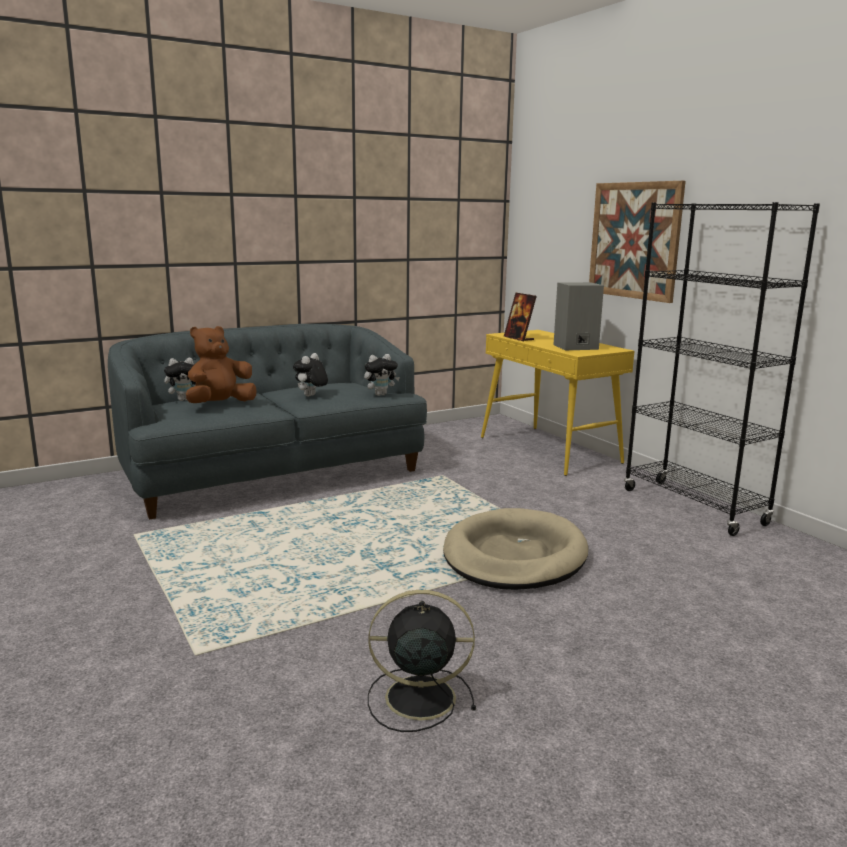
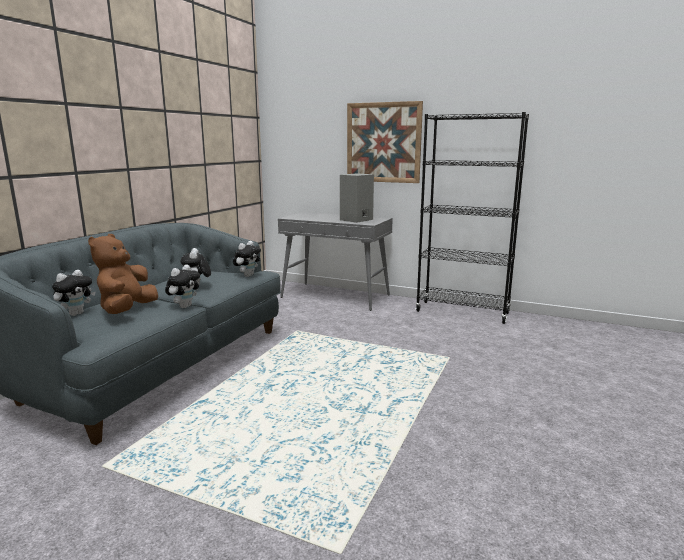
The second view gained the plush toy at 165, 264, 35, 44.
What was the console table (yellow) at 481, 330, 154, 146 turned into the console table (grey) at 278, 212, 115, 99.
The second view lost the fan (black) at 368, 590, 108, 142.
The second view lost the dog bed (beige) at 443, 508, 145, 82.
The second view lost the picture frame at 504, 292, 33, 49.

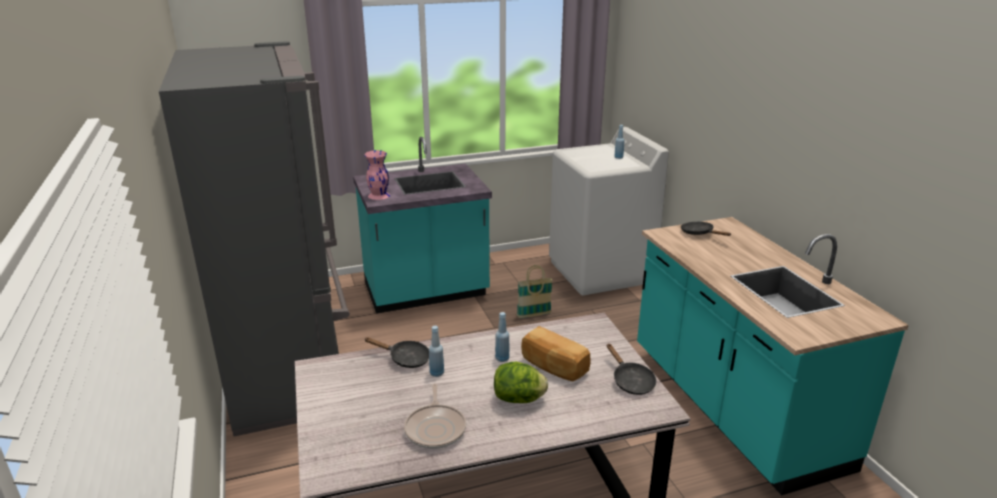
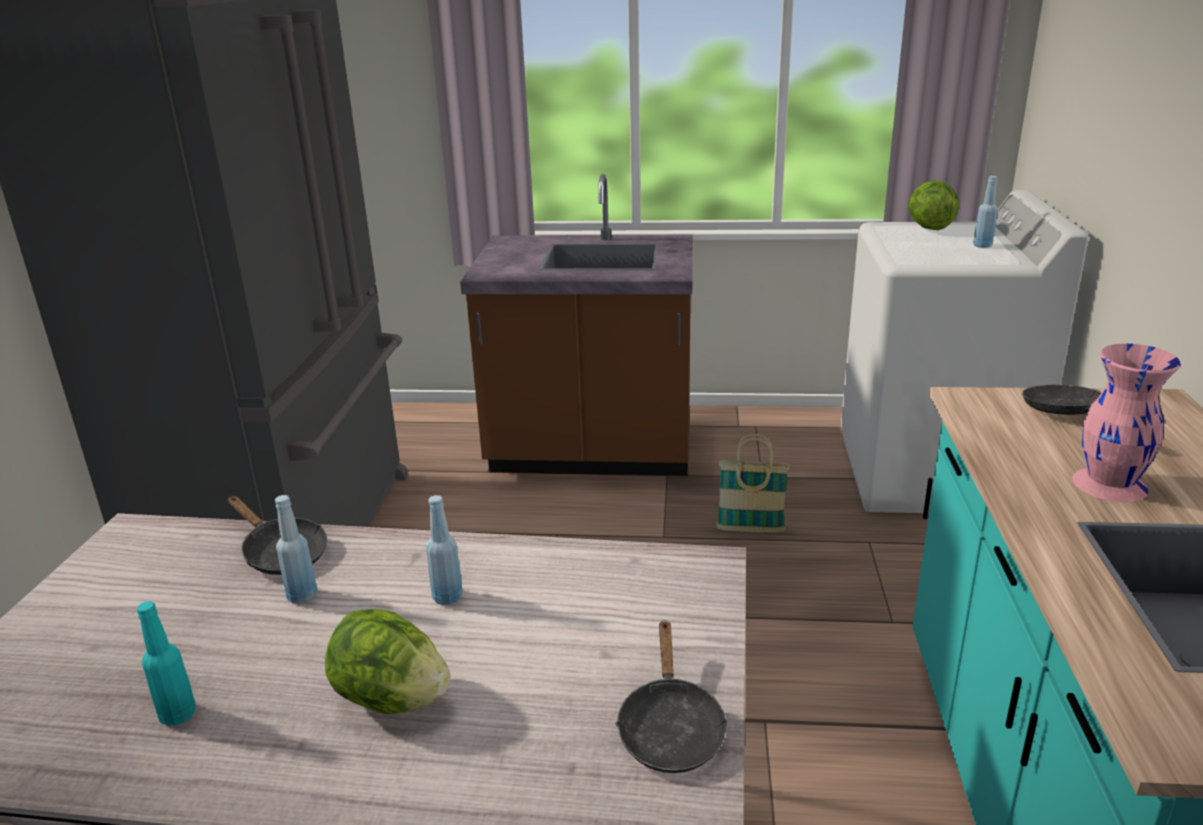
Where the frying pan stood at 404, 384, 62, 65, the bottle (turquoise) came to stand at 137, 601, 59, 125.
What was the counter (turquoise) at 353, 137, 139, 176 turned into the counter (brown) at 460, 174, 233, 302.
The second view gained the lettuce at 908, 180, 52, 50.
The vase (pink) ended up elsewhere, having gone from 365, 150, 25, 50 to 1072, 344, 109, 158.
The second view lost the bread at 521, 326, 70, 55.

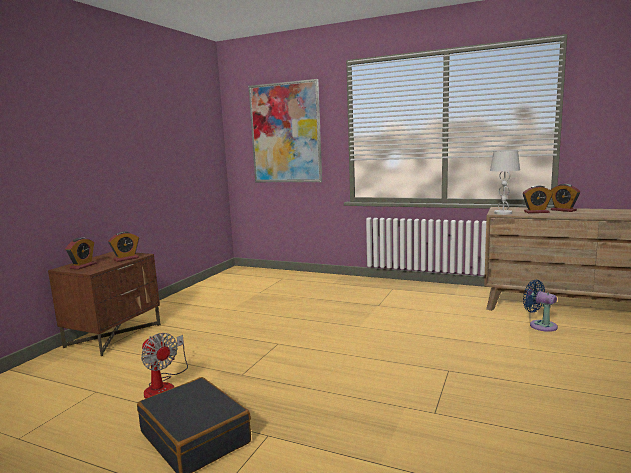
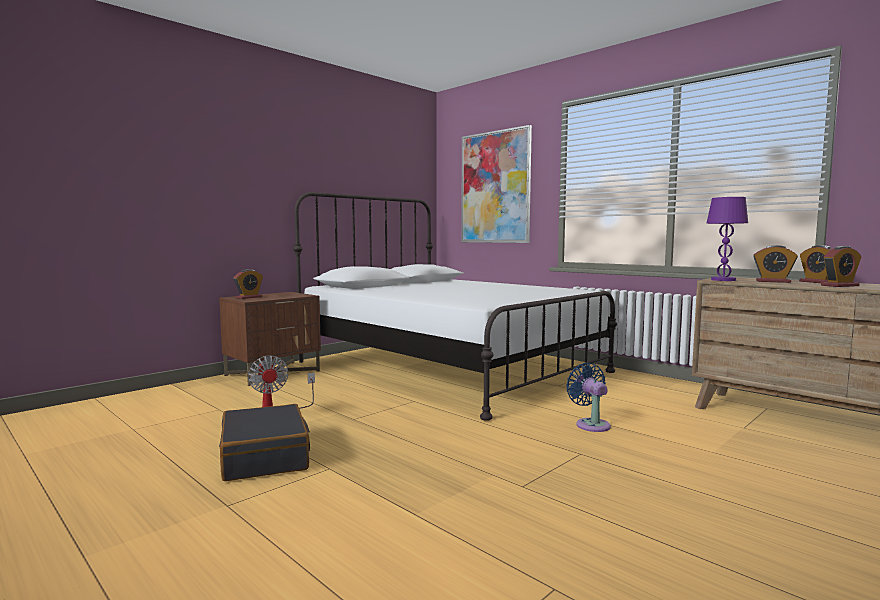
The second view gained the bed (white) at 293, 192, 324, 229.
The fan (blue) ended up elsewhere, having gone from 523, 280, 35, 52 to 566, 363, 45, 69.
What was the table lamp (white) at 490, 150, 30, 65 turned into the table lamp (purple) at 706, 197, 42, 84.
The alarm clock ended up elsewhere, having gone from 108, 231, 31, 31 to 821, 246, 41, 41.

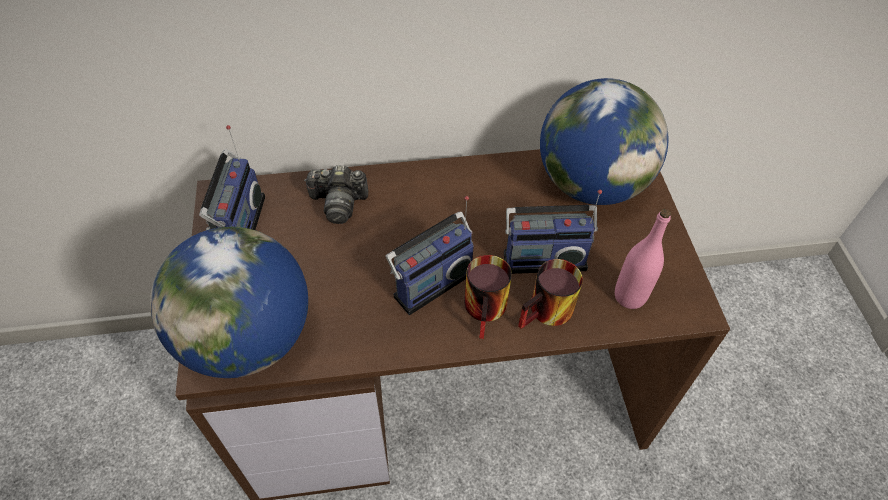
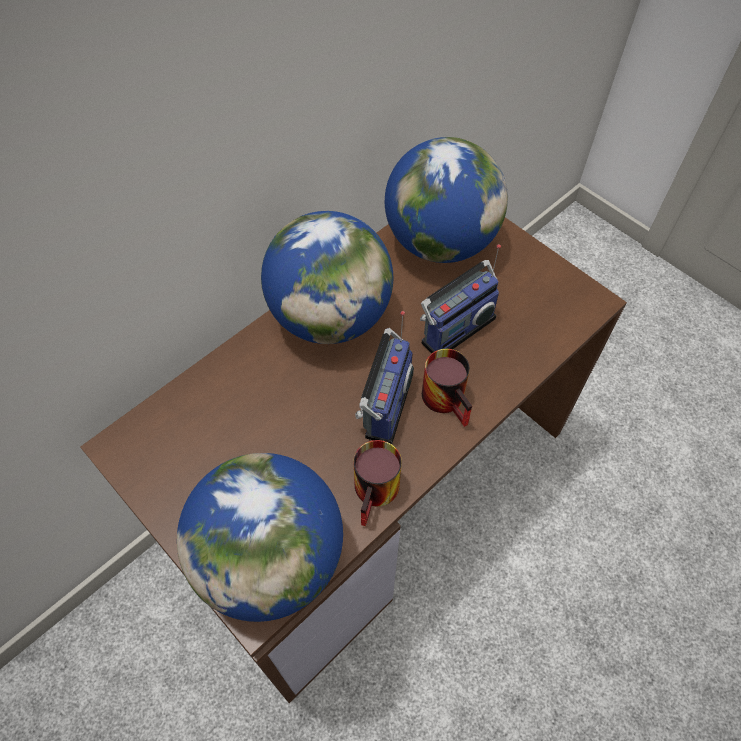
The second view gained the globe at 261, 211, 132, 133.
The mug ended up elsewhere, having gone from 518, 259, 65, 70 to 353, 440, 49, 86.
The second view lost the radio at 199, 125, 66, 106.
The second view lost the photo camera at 304, 165, 64, 59.
The second view lost the bottle (pink) at 615, 209, 56, 100.

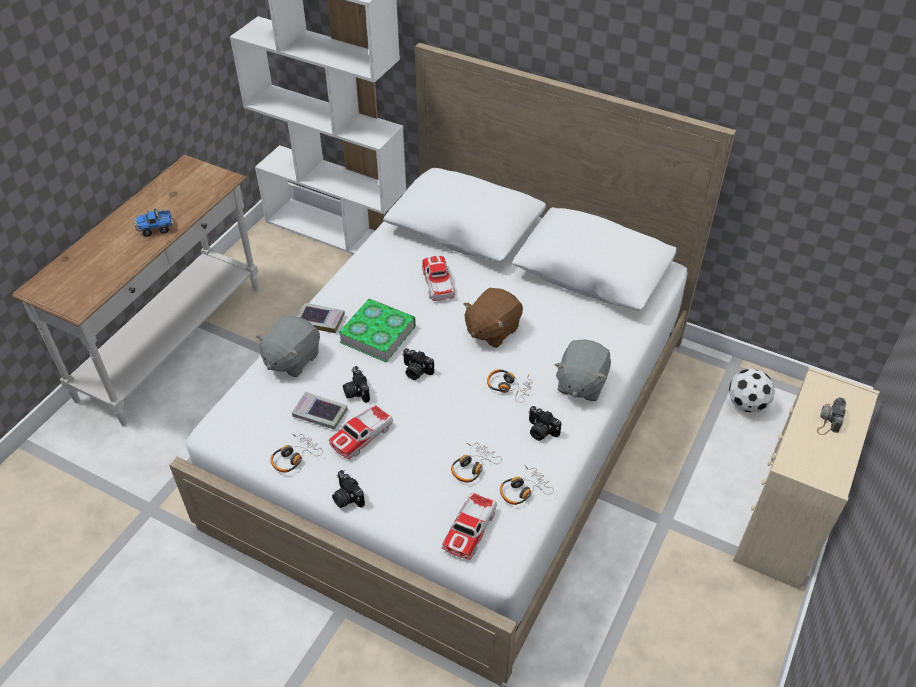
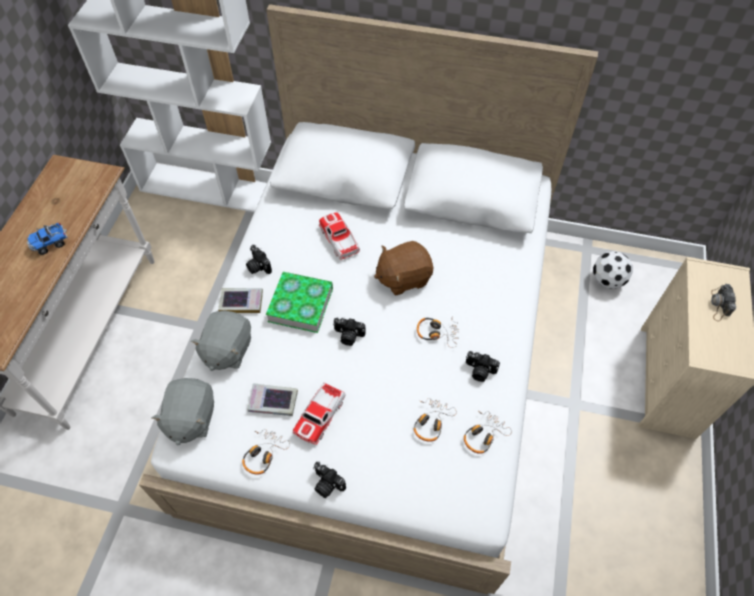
The plush toy (grey) ended up elsewhere, having gone from 555, 339, 56, 62 to 151, 378, 63, 68.
The photo camera ended up elsewhere, having gone from 343, 366, 27, 37 to 246, 245, 26, 29.
The plush toy (brown) at 463, 288, 60, 60 ended up facing another way, 45 degrees clockwise from before.
The second view lost the toy car at 442, 493, 55, 67.

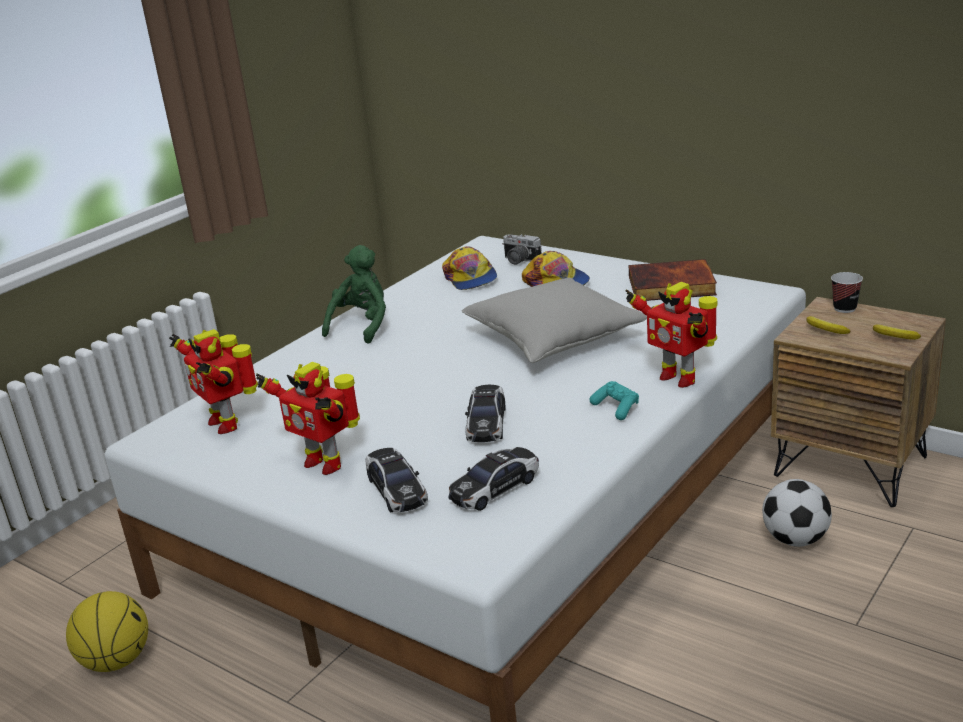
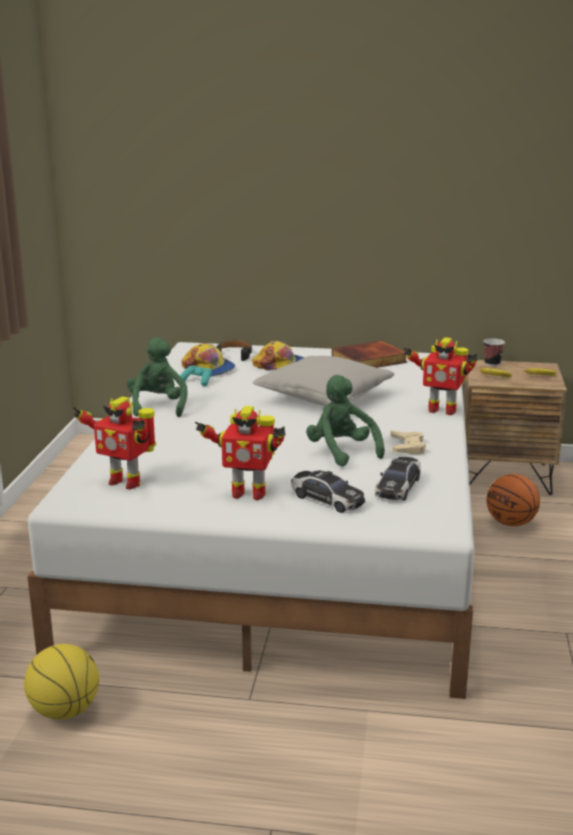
The game controller (turquoise) ended up elsewhere, having gone from 590, 381, 49, 39 to 180, 366, 32, 20.
Where the photo camera stood at 502, 234, 40, 31, the headphones (black) came to stand at 216, 340, 36, 21.
Where the toy car stood at 465, 385, 40, 57, the plush toy (green) came to stand at 306, 375, 79, 92.
The second view gained the game controller (beige) at 391, 431, 35, 23.
Where the football stood at 762, 479, 70, 68, the basketball came to stand at 487, 474, 53, 52.

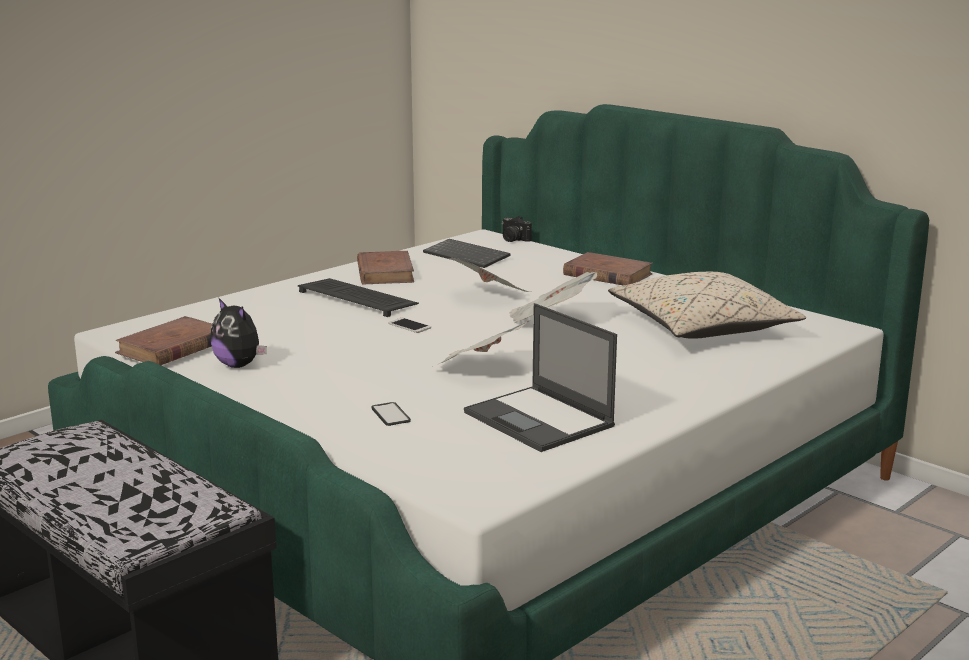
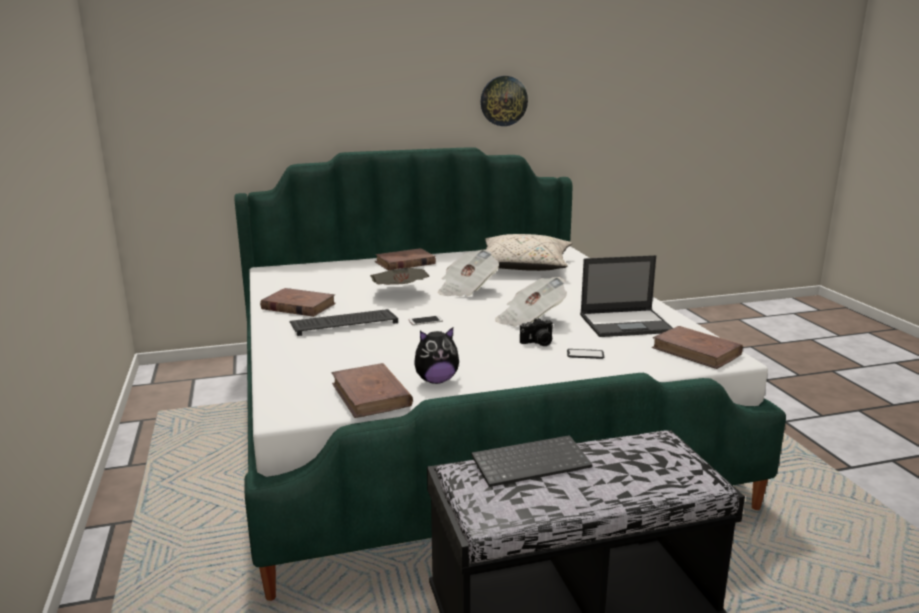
The keyboard ended up elsewhere, having gone from 423, 239, 87, 29 to 471, 435, 122, 52.
The second view gained the wall clock at 481, 76, 47, 50.
The photo camera ended up elsewhere, having gone from 502, 216, 30, 26 to 520, 318, 33, 28.
The second view gained the book (brown) at 652, 326, 91, 43.

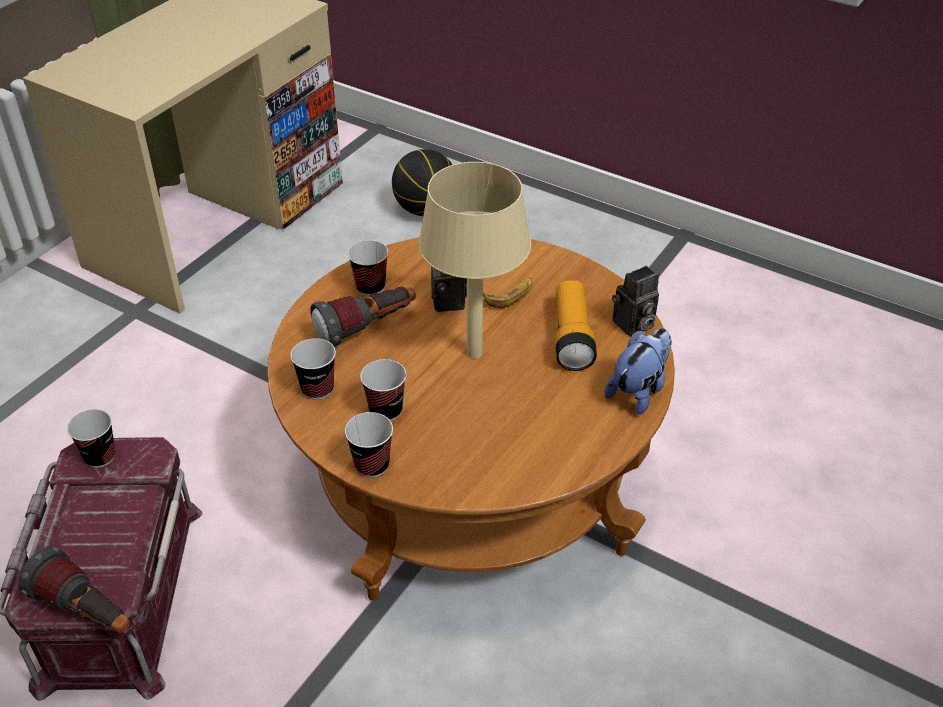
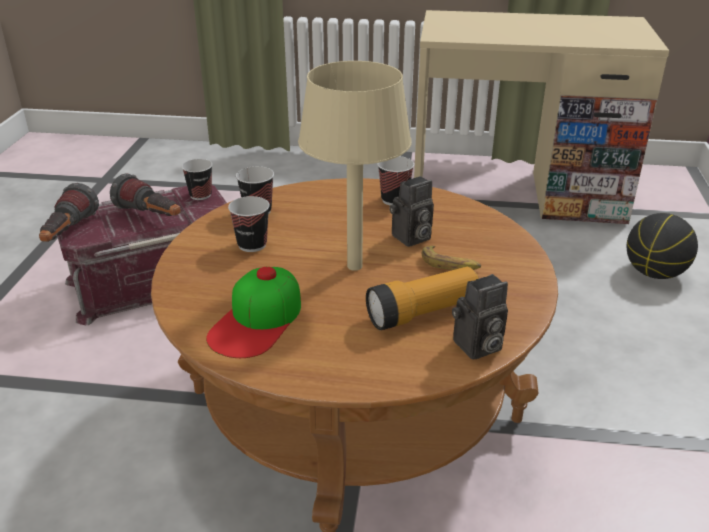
The flashlight ended up elsewhere, having gone from 310, 287, 106, 62 to 110, 173, 71, 43.
The second view gained the cap at 206, 267, 95, 91.
The photo camera at 612, 266, 47, 71 ended up facing another way, 60 degrees counterclockwise from before.
The second view lost the cup at 345, 412, 48, 66.
The second view lost the plush toy at 605, 328, 67, 87.

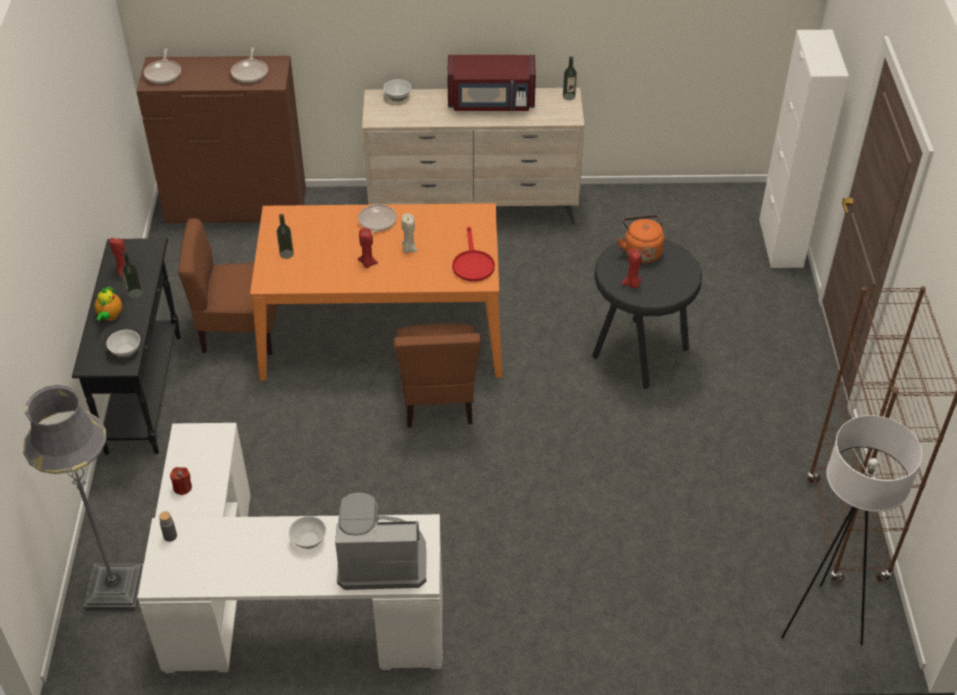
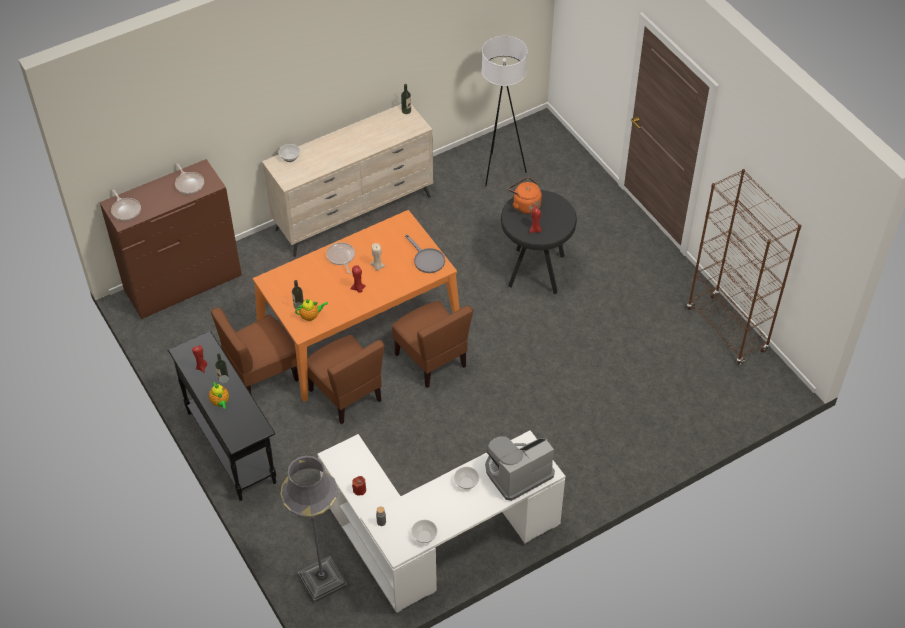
The second view gained the teapot at 295, 299, 33, 22.
The second view gained the chair (brown) at 307, 335, 77, 89.
What was the frying pan (red) at 452, 227, 43, 55 turned into the frying pan (grey) at 405, 234, 40, 39.
The bowl ended up elsewhere, having gone from 106, 330, 34, 28 to 411, 520, 26, 23.
The floor lamp (white) ended up elsewhere, having gone from 781, 415, 142, 230 to 482, 36, 46, 150.
The second view lost the microwave (red) at 447, 55, 89, 56.
The second view lost the cabinet (white) at 759, 30, 90, 238.

